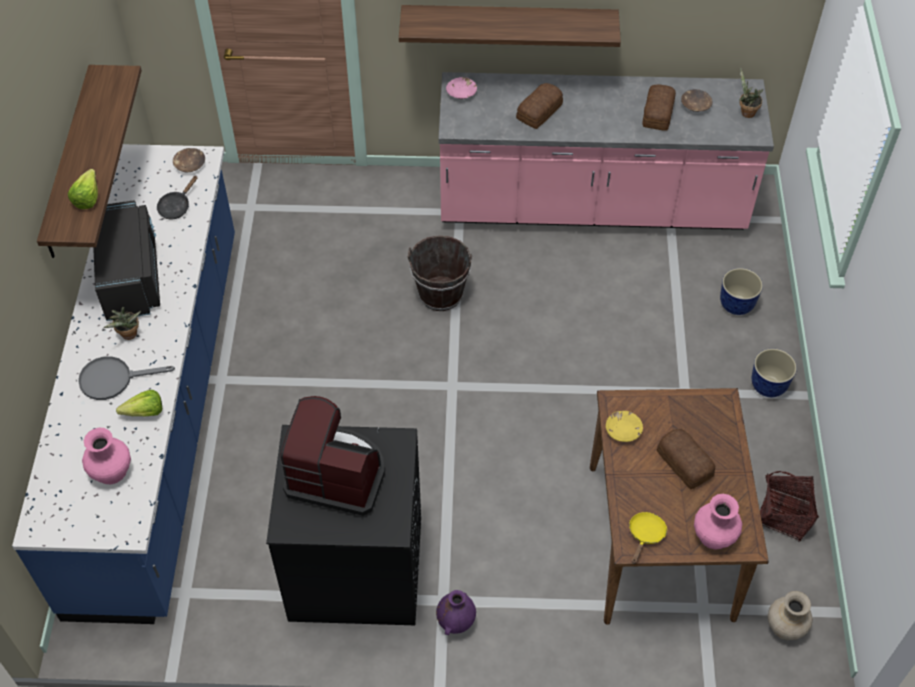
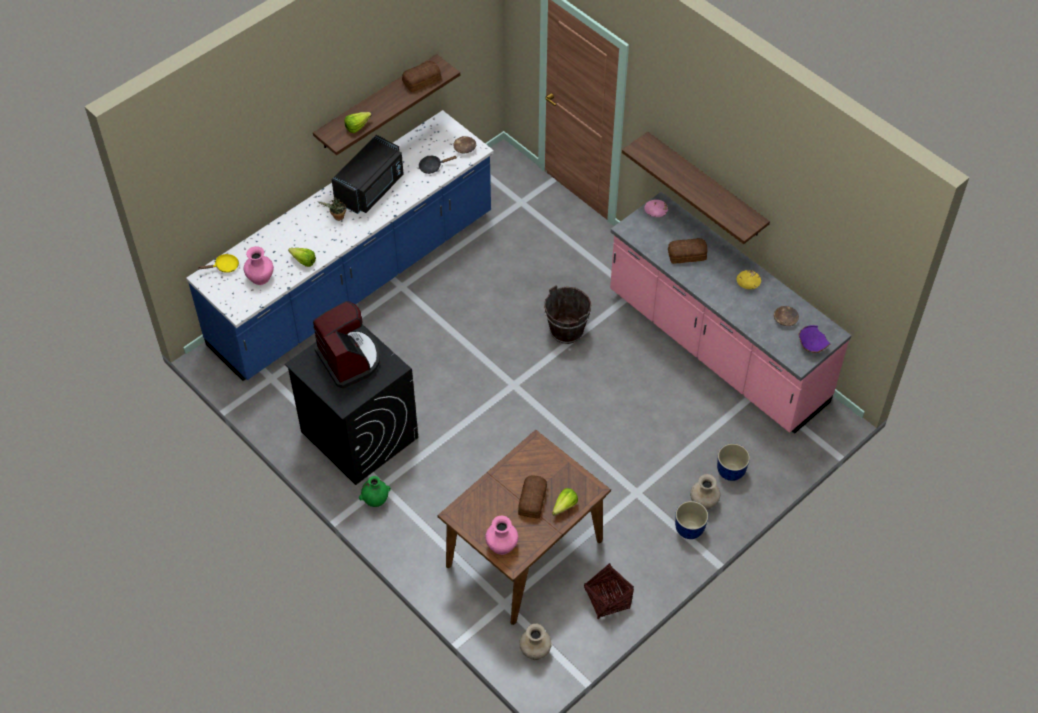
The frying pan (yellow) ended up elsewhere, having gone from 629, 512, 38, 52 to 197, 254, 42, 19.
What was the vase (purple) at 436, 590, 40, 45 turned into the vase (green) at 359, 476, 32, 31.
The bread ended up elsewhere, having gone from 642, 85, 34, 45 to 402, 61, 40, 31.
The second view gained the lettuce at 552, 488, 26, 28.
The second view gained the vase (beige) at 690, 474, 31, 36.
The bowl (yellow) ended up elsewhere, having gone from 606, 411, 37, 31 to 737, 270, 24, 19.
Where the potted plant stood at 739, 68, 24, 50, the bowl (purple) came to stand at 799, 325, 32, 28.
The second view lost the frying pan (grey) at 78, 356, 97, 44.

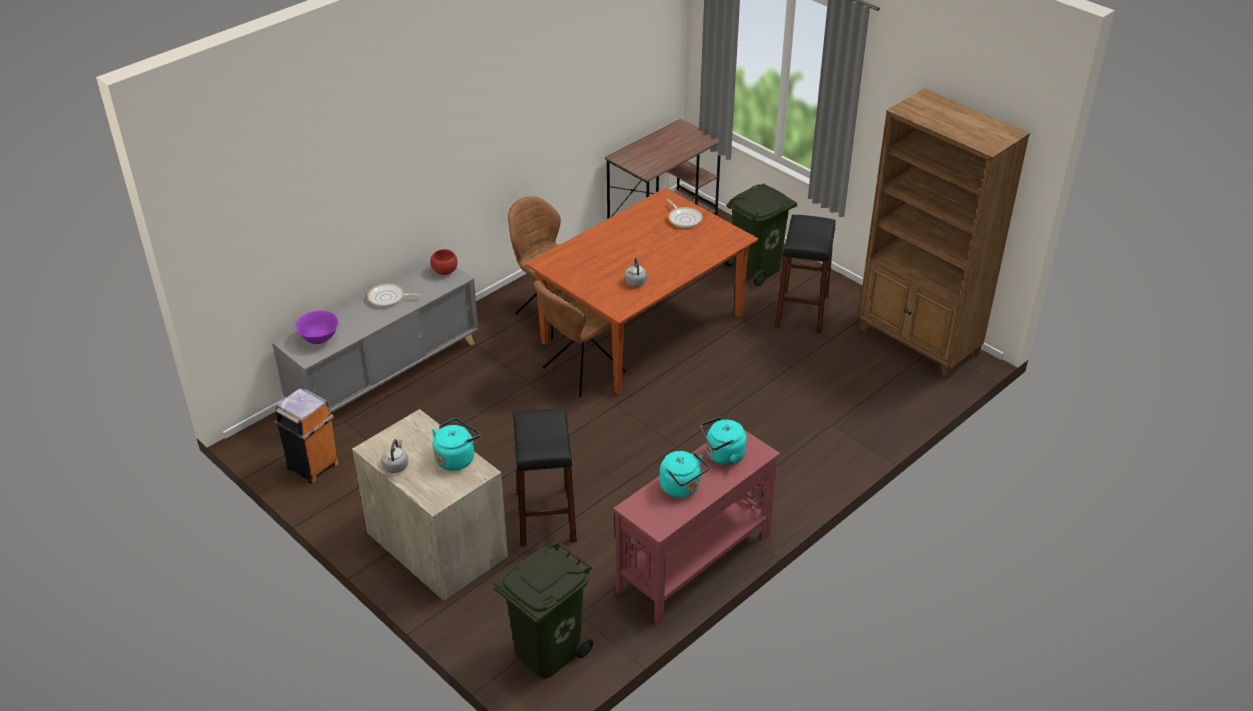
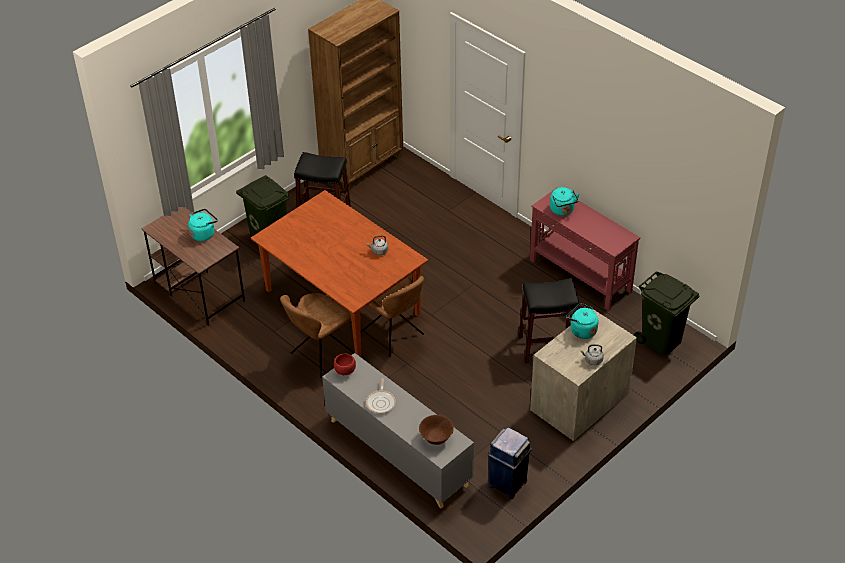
The kettle (turquoise) ended up elsewhere, having gone from 660, 451, 49, 47 to 188, 209, 30, 32.
What was the bowl (purple) at 295, 310, 44, 34 turned into the bowl (brown) at 419, 415, 35, 30.
What was the trash can (orange) at 274, 388, 65, 96 turned into the trash can (blue) at 488, 427, 44, 72.
The second view lost the frying pan at 666, 199, 37, 29.

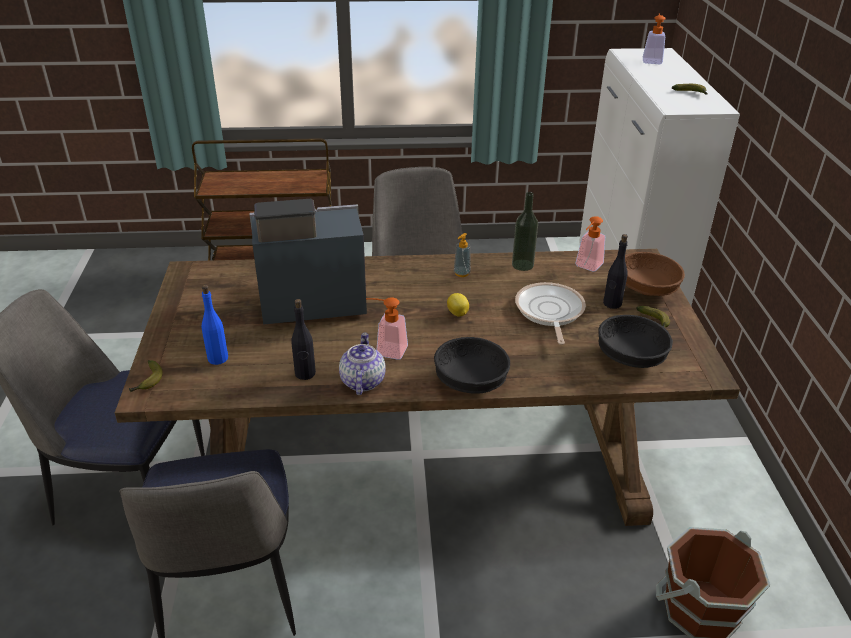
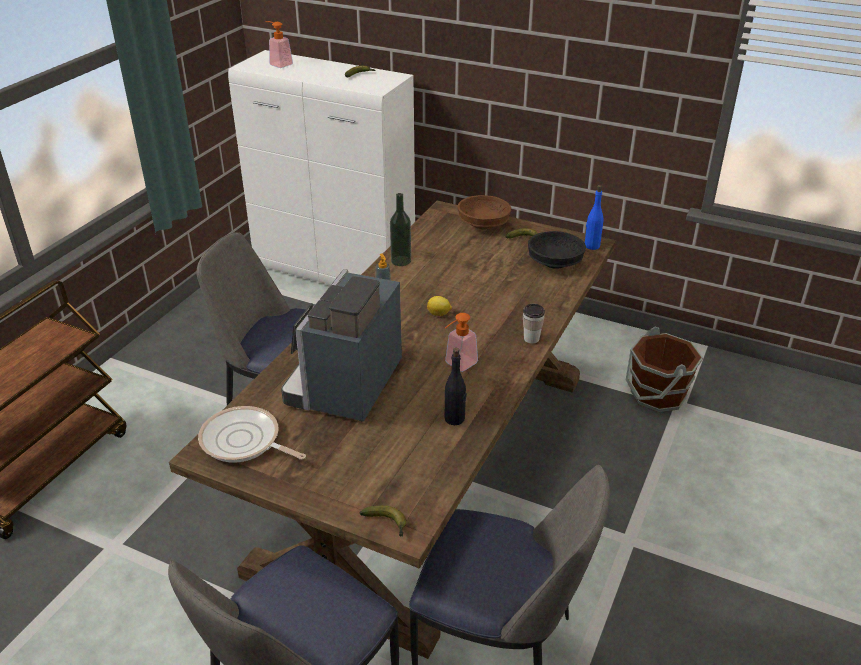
The frying pan ended up elsewhere, having gone from 515, 282, 71, 63 to 198, 406, 108, 57.
Where the bowl (black) stood at 434, 337, 76, 57, the cup came to stand at 523, 304, 22, 40.
The bottle (blue) ended up elsewhere, having gone from 201, 285, 27, 80 to 585, 185, 19, 65.
The second view lost the teapot at 339, 333, 47, 62.
The second view lost the soap dispenser at 575, 216, 30, 56.
The second view lost the bottle (black) at 603, 234, 25, 75.

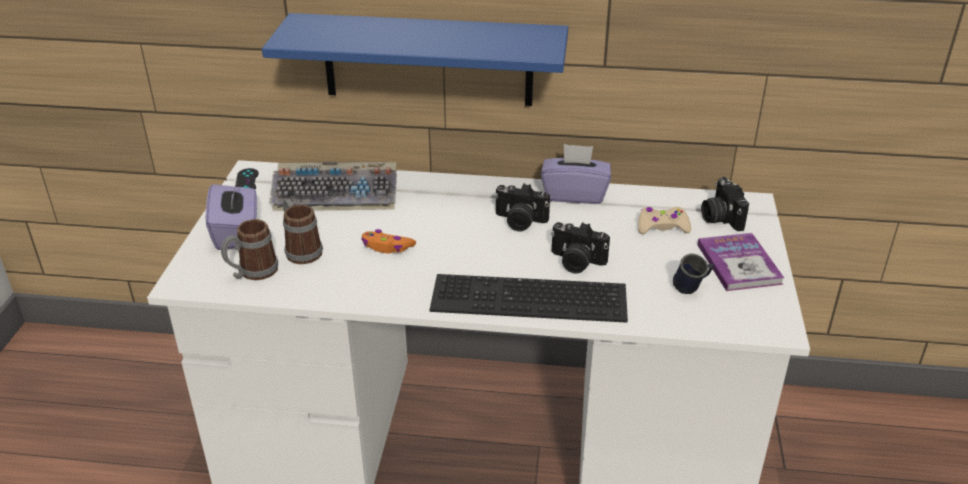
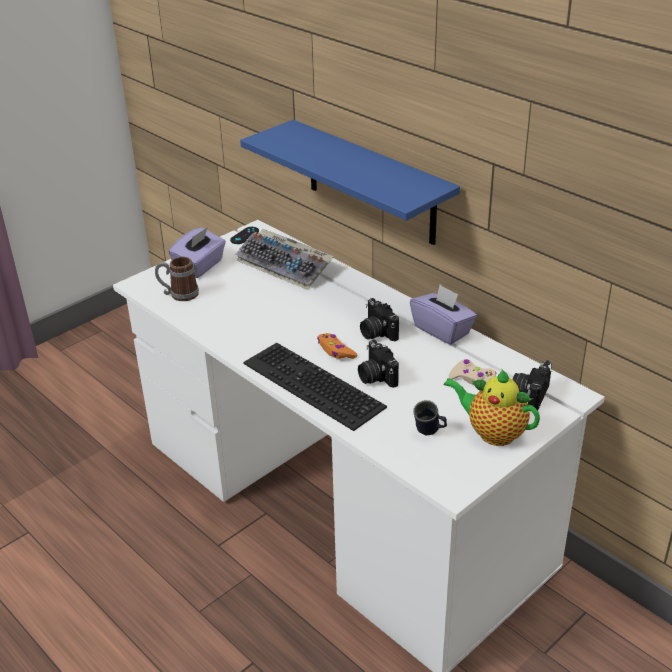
The game controller (orange) ended up elsewhere, having gone from 361, 229, 55, 25 to 317, 333, 40, 26.
Where the book stood at 697, 233, 87, 58, the teapot came to stand at 443, 368, 97, 78.
The second view lost the mug at 283, 199, 40, 65.

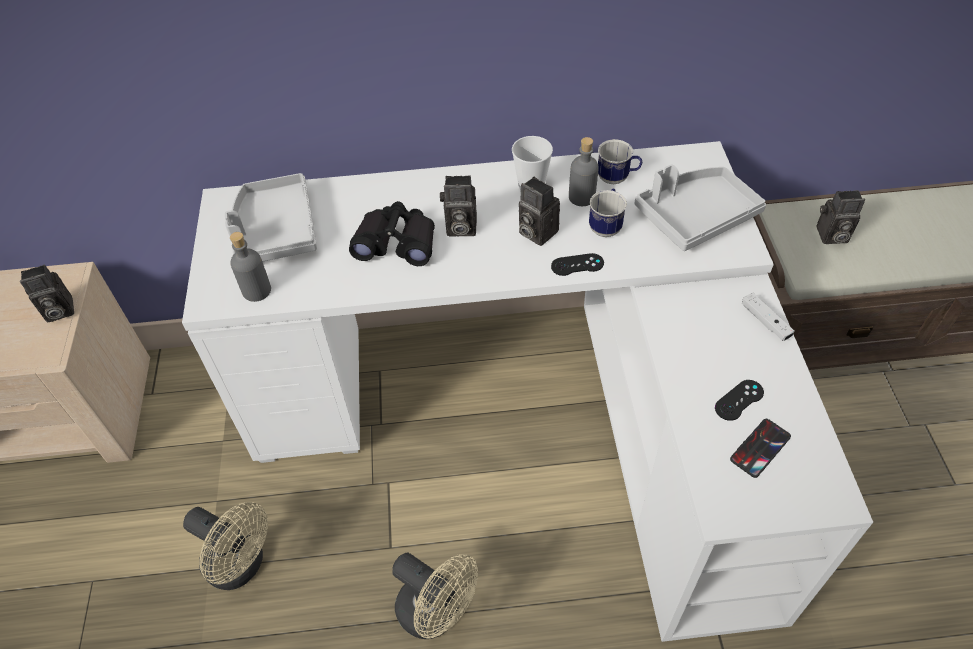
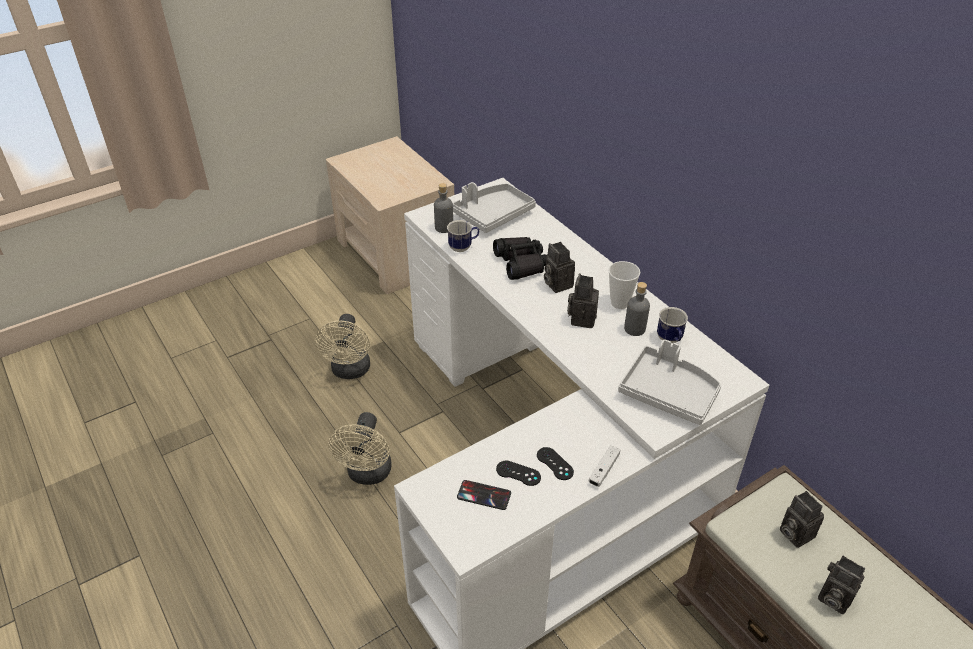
The mug ended up elsewhere, having gone from 589, 188, 38, 49 to 447, 220, 32, 32.
The game controller (black) ended up elsewhere, having gone from 551, 253, 53, 23 to 537, 447, 37, 33.
The photo camera ended up elsewhere, having gone from 20, 265, 54, 57 to 818, 556, 47, 58.

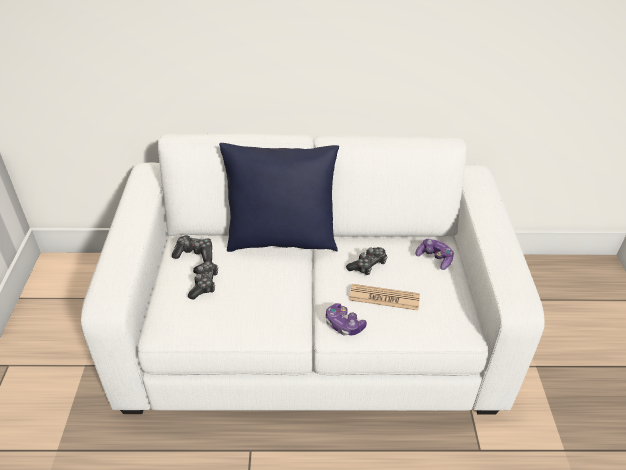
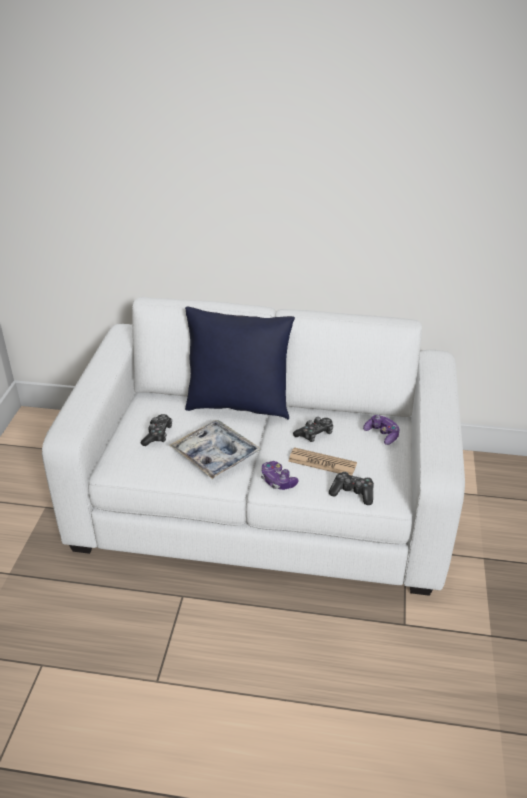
The second view gained the tray at 169, 420, 93, 59.
The game controller ended up elsewhere, having gone from 172, 235, 40, 27 to 329, 472, 45, 33.

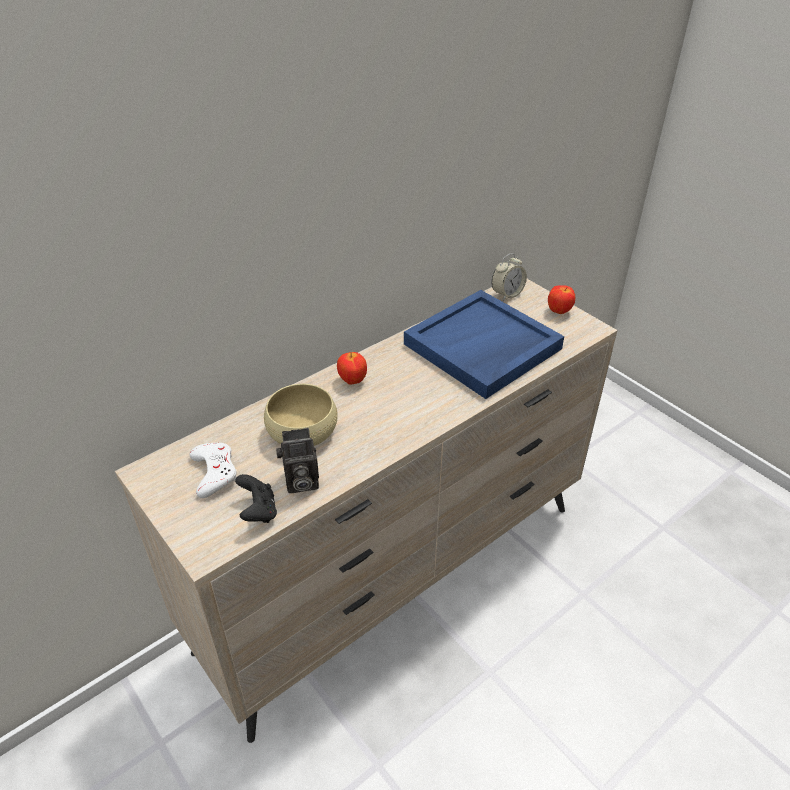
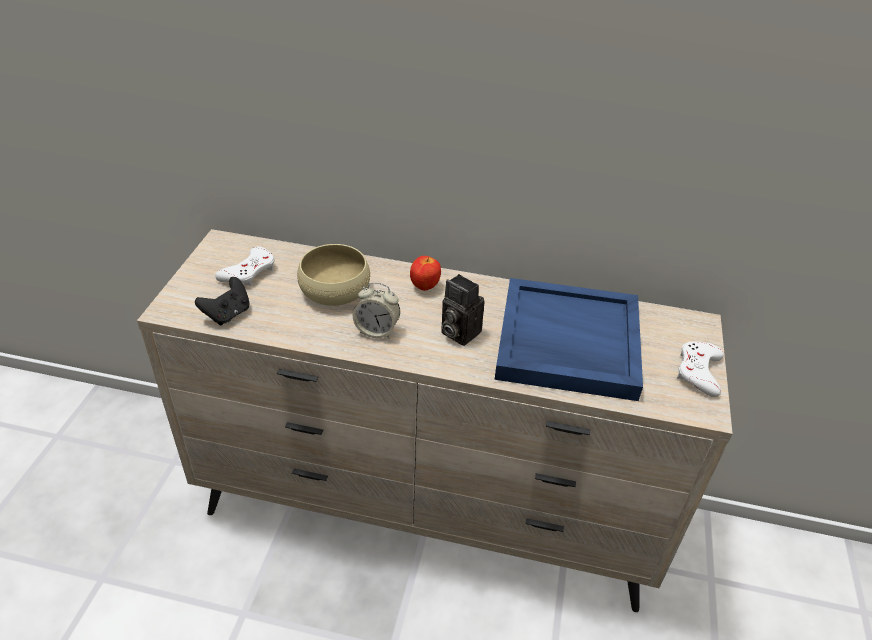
The alarm clock ended up elsewhere, having gone from 491, 253, 36, 48 to 353, 282, 47, 57.
The photo camera ended up elsewhere, having gone from 276, 428, 43, 65 to 441, 274, 43, 72.
Where the apple stood at 548, 285, 27, 29, the game controller (white) came to stand at 677, 341, 47, 56.

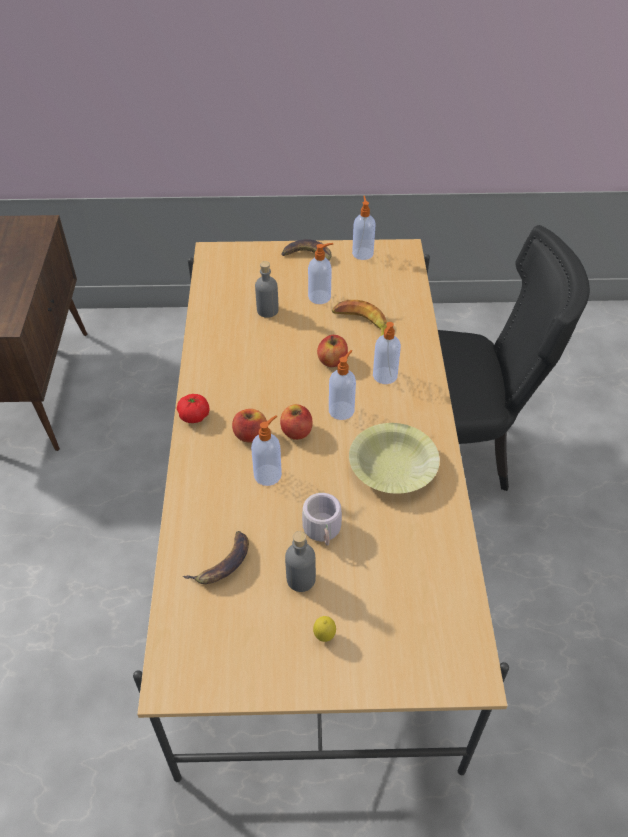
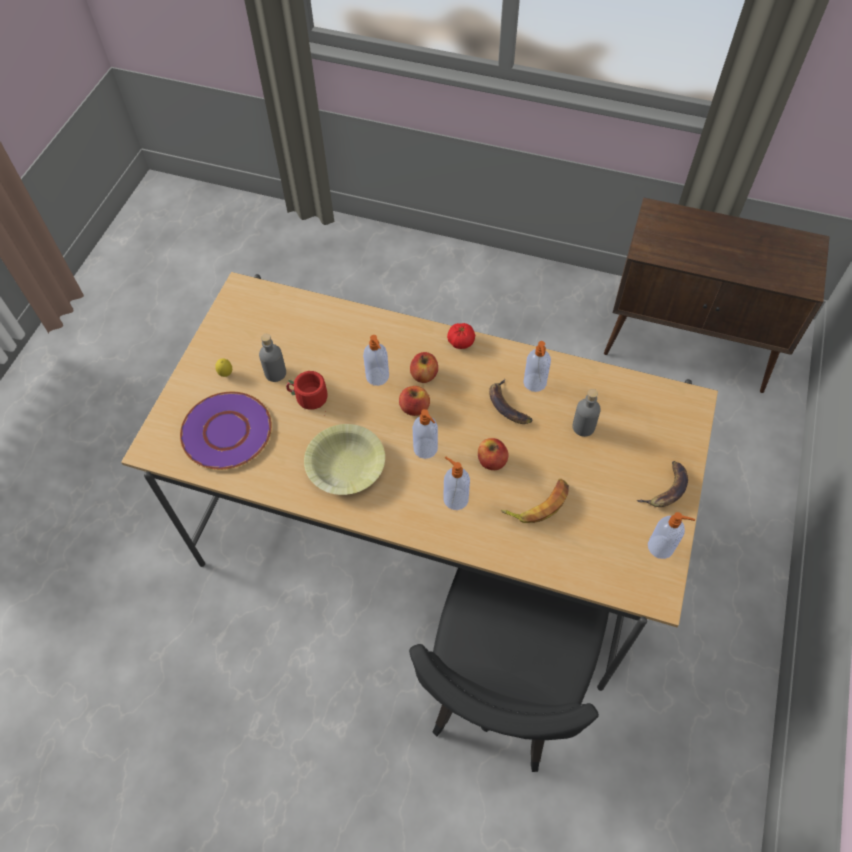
The second view gained the plate (purple) at 180, 392, 92, 78.
What was the mug (grey) at 302, 493, 40, 52 turned into the mug (red) at 286, 371, 42, 46.
The banana ended up elsewhere, having gone from 183, 531, 66, 53 to 489, 379, 43, 45.
The soap dispenser ended up elsewhere, having gone from 308, 243, 25, 61 to 523, 341, 28, 51.

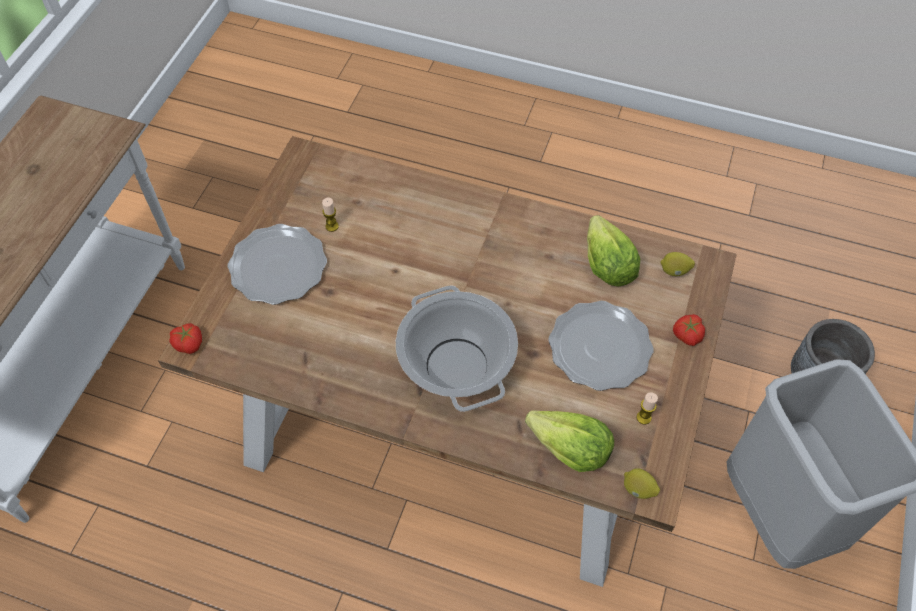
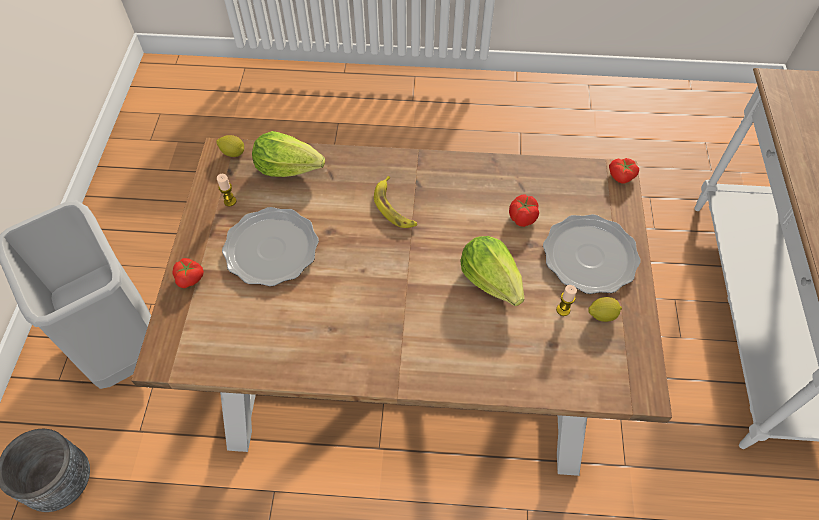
Where the cooking pot stood at 396, 285, 122, 127, the banana came to stand at 374, 176, 43, 52.
The lettuce ended up elsewhere, having gone from 587, 215, 53, 71 to 460, 236, 64, 70.
The second view gained the tomato at 509, 194, 30, 33.
The lemon ended up elsewhere, having gone from 660, 252, 35, 24 to 588, 297, 34, 25.

